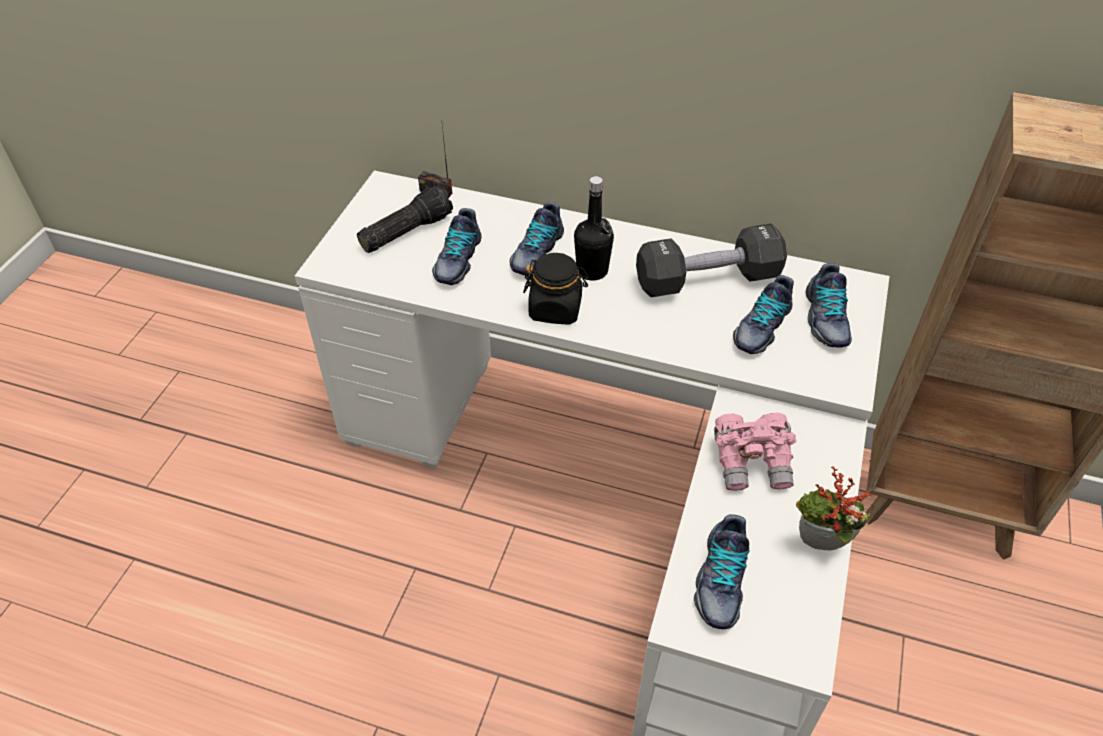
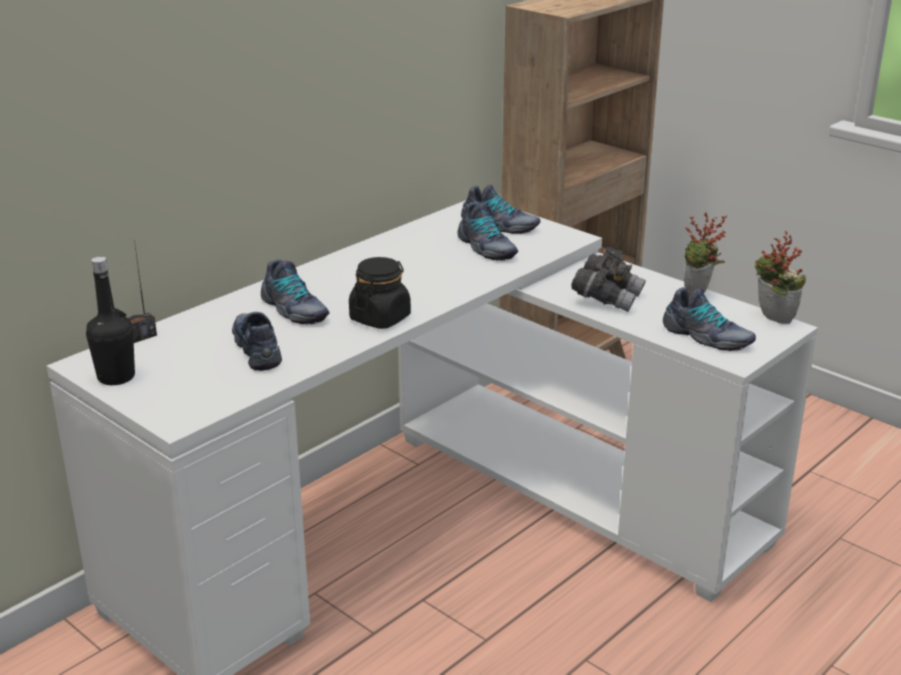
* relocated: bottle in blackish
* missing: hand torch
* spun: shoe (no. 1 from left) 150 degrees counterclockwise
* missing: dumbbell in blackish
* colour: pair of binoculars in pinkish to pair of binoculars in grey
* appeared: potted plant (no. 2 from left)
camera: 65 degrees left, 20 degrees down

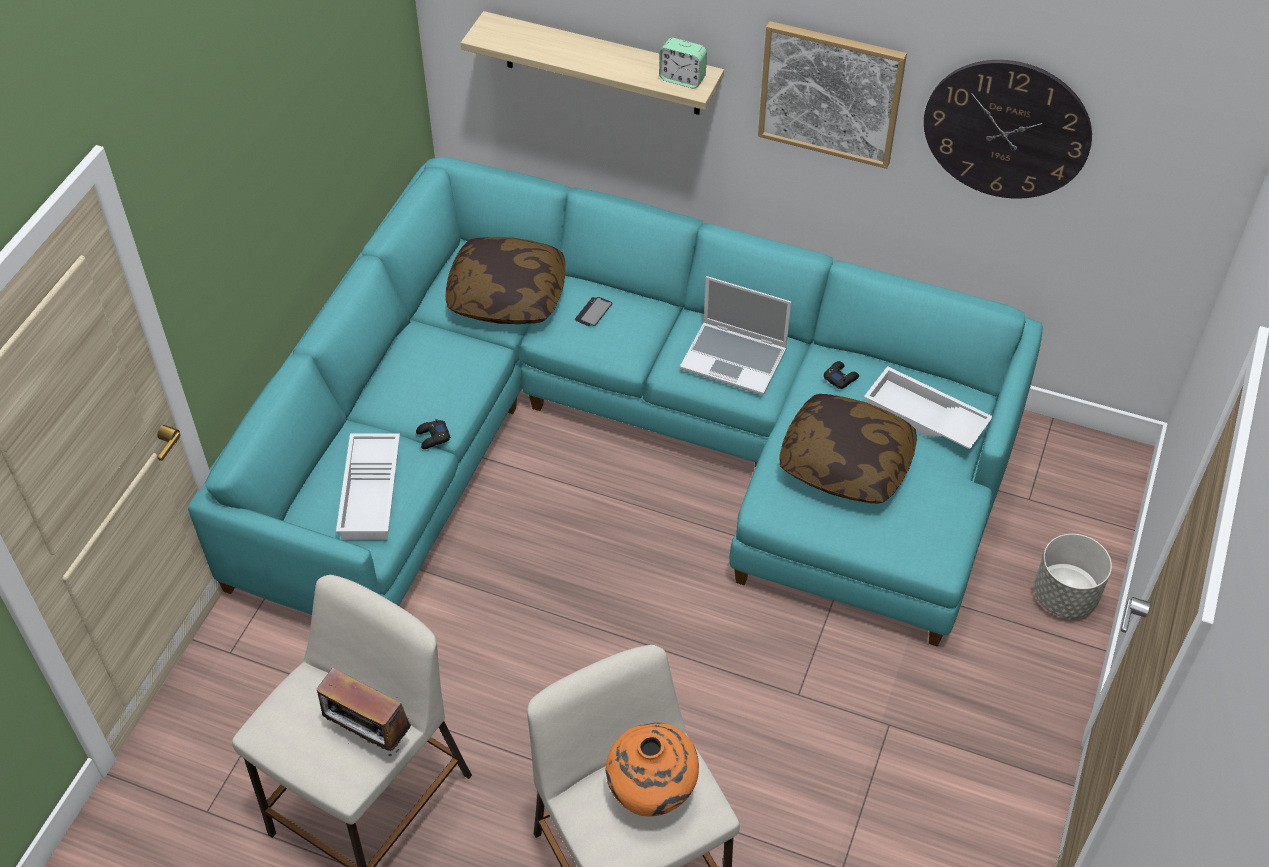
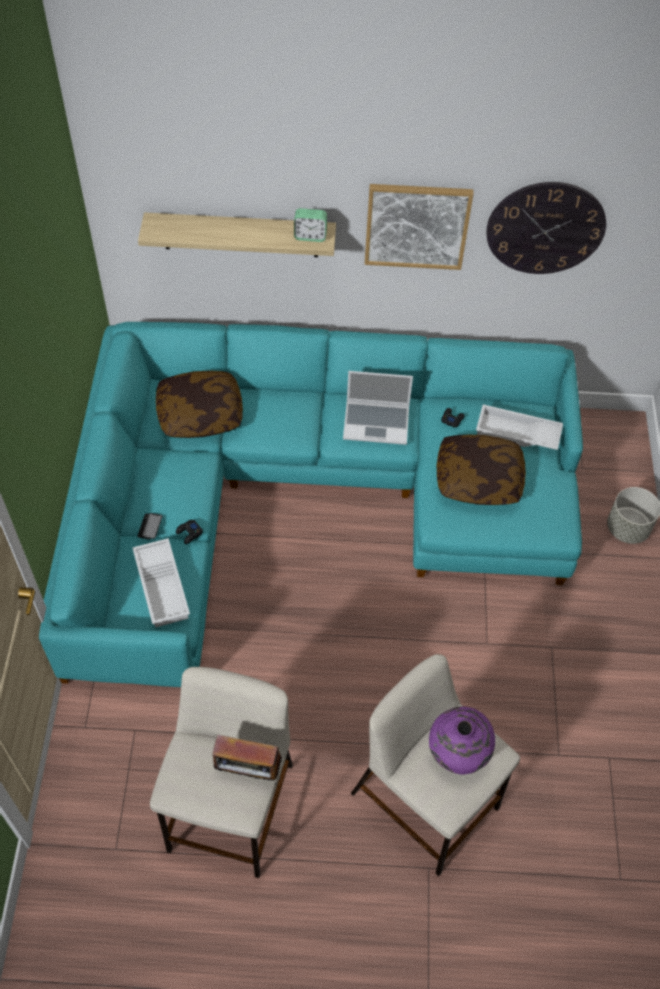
* relocated: telephone
* colour: flower vase in orange-coloured to flower vase in purplish
camera: 20 degrees left, 5 degrees up

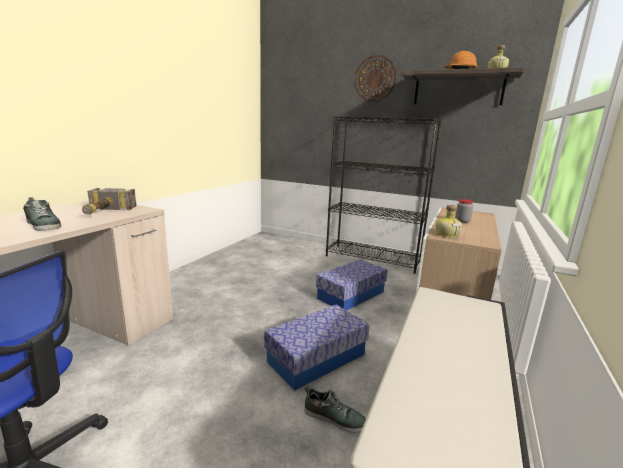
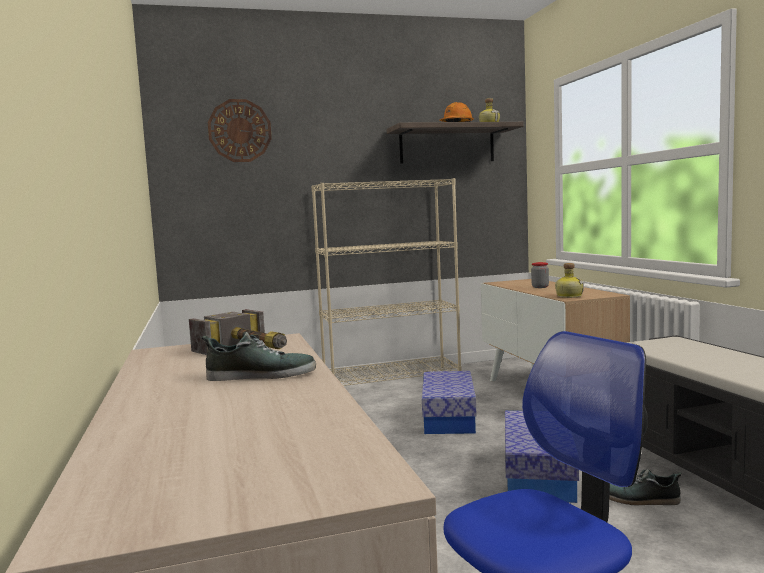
* relocated: hanging clock
* colour: bookshelf in blackish to bookshelf in beige
* spun: shoe (no. 2 from left) 150 degrees counterclockwise
camera: 40 degrees left, 10 degrees down

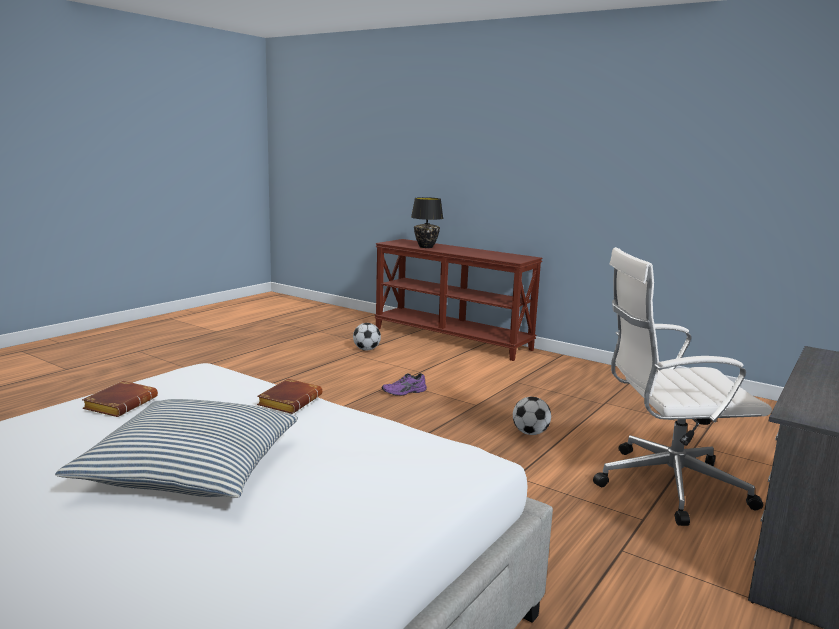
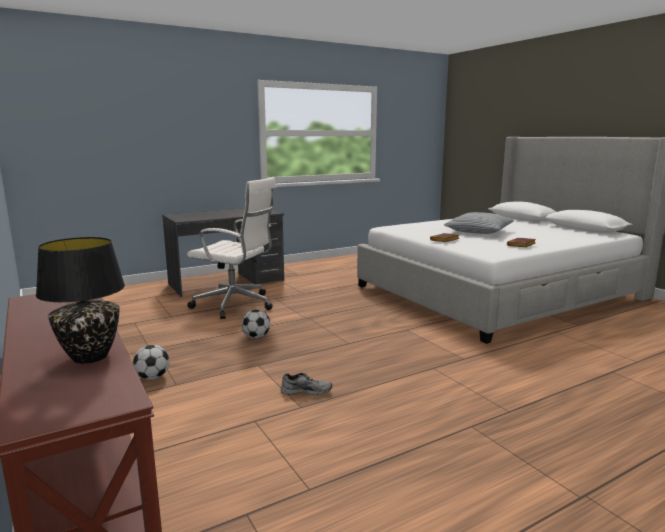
* relocated: football (no. 1 from left)
* colour: shoe in purplish to shoe in grey
camera: 155 degrees left, 0 degrees up

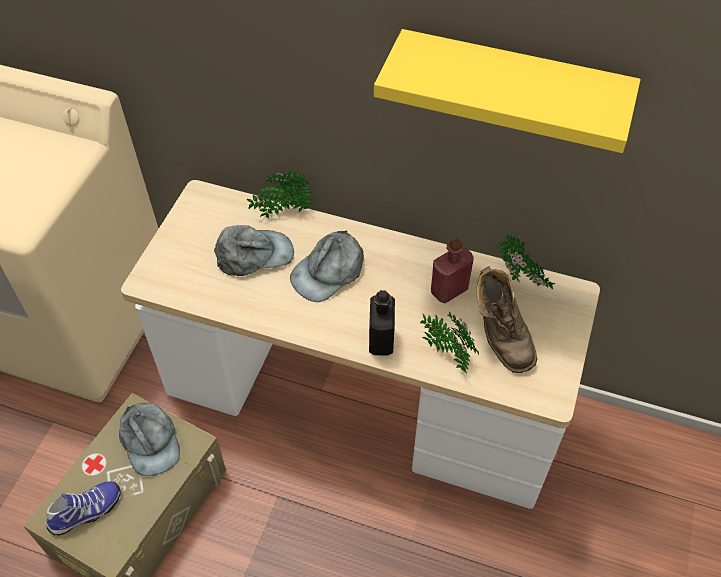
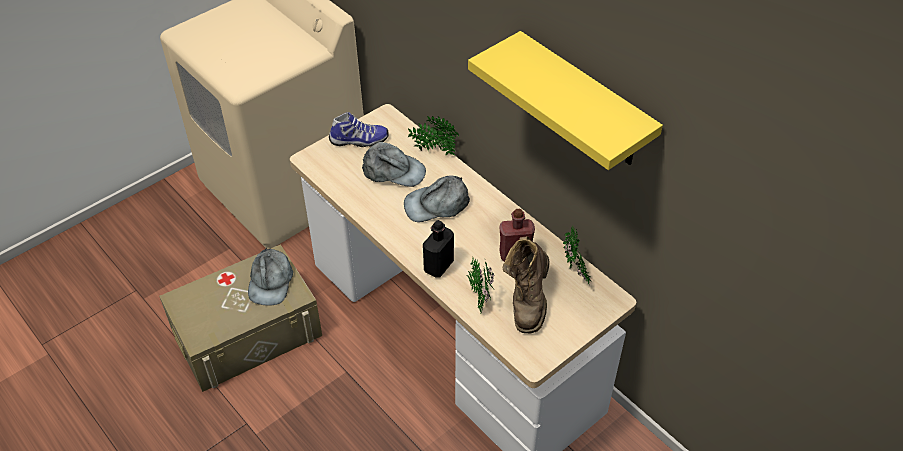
* relocated: shoe
camera: 30 degrees right, 5 degrees down

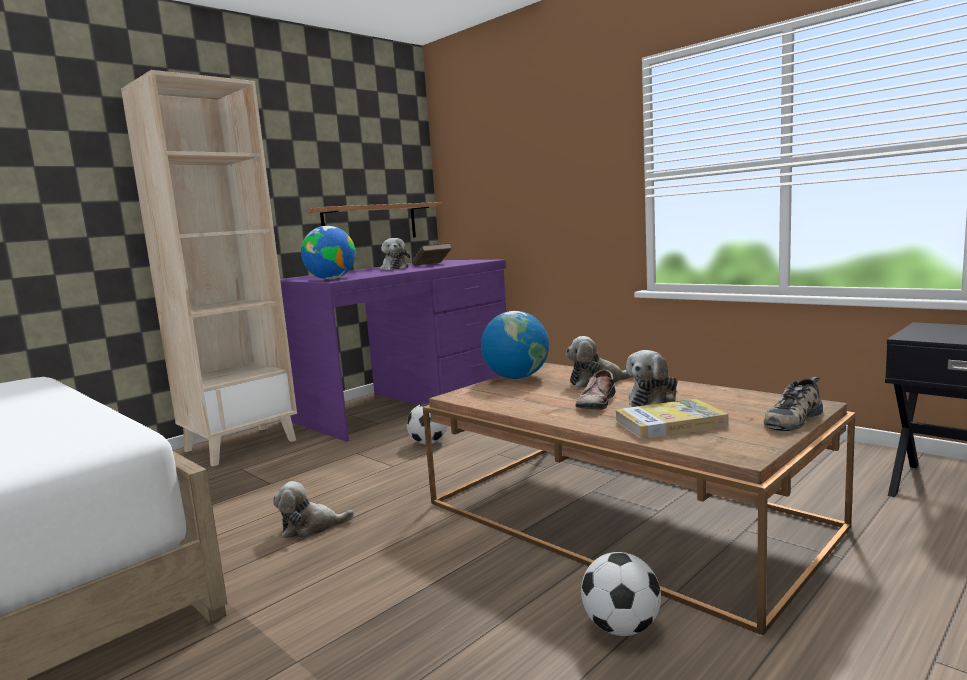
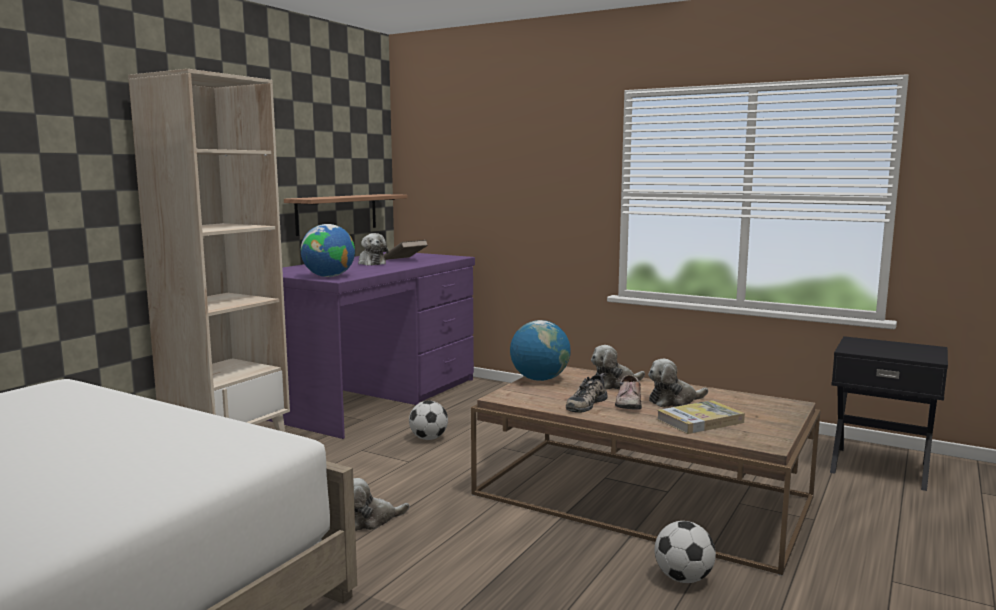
* spun: soft toy (no. 4 from left) 45 degrees clockwise
* relocated: shoe (no. 2 from left in the first image) to shoe (no. 1 from left)
camera: 15 degrees left, 0 degrees up

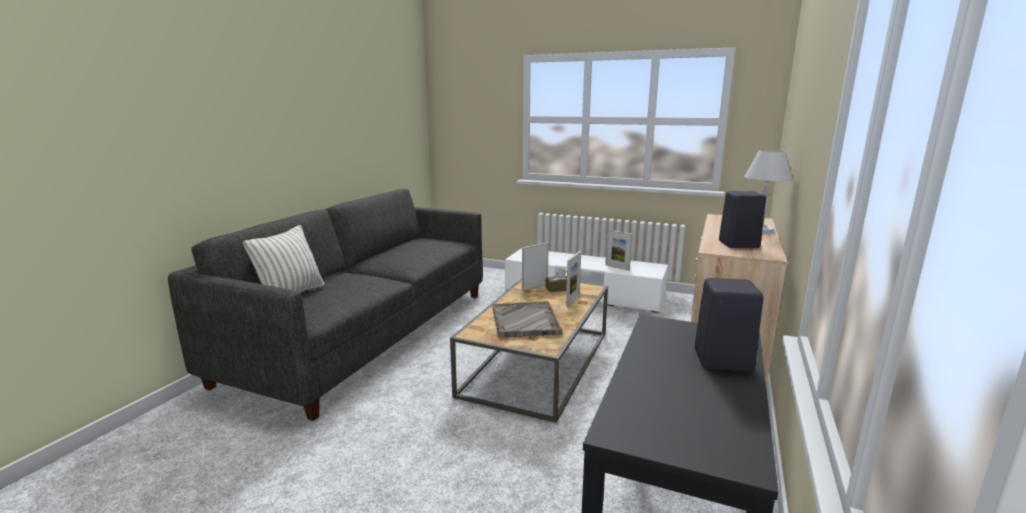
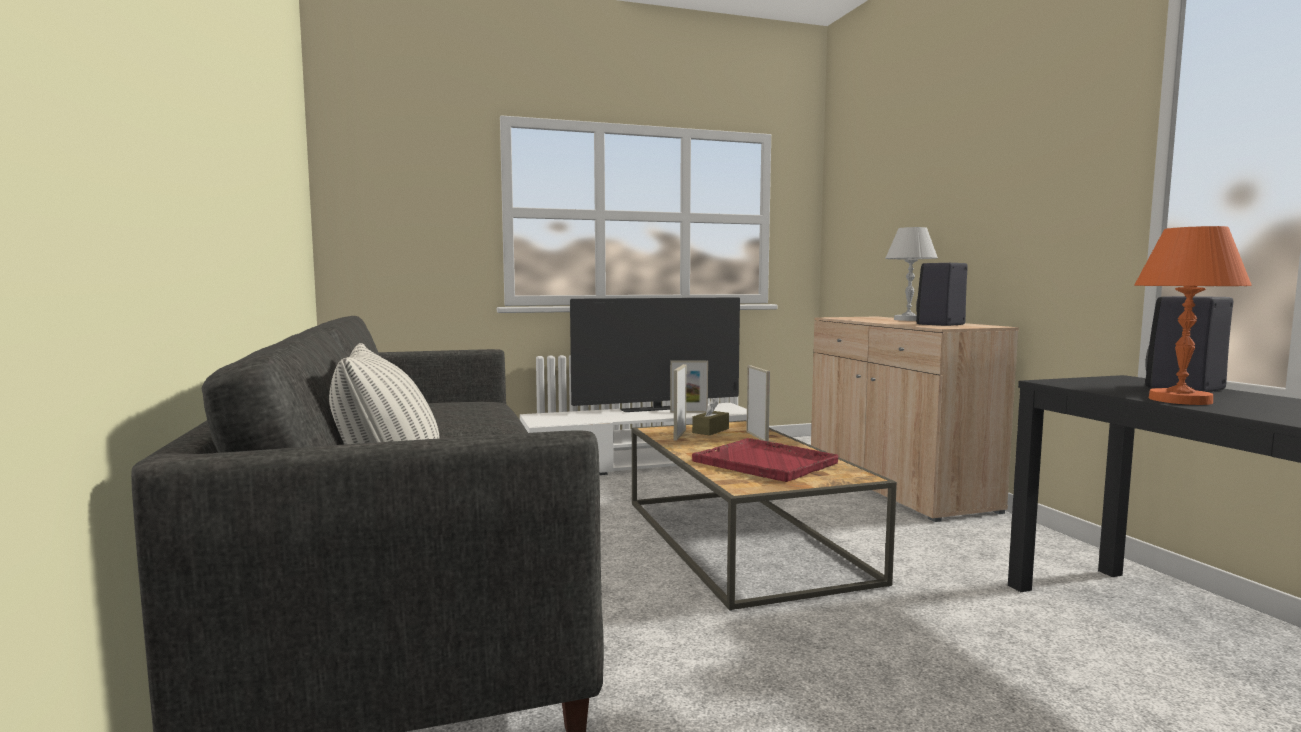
* colour: tray in grey to tray in reddish
* appeared: table lamp in orange-coloured
* appeared: TV
camera: 40 degrees left, 10 degrees down

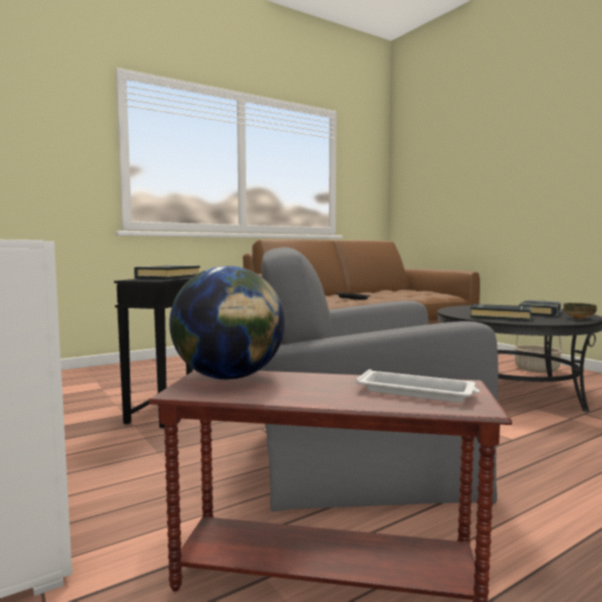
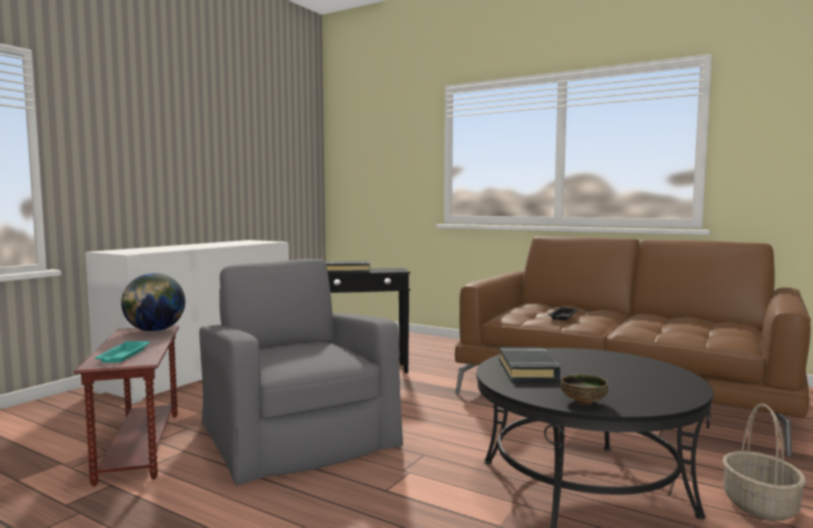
* missing: book in blackish (no. 3 from left)
* colour: tray in whitish to tray in turquoise-coloured
camera: 65 degrees right, 0 degrees up

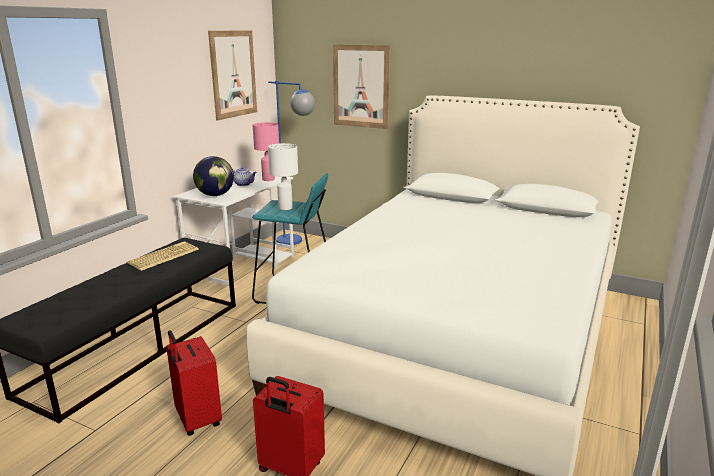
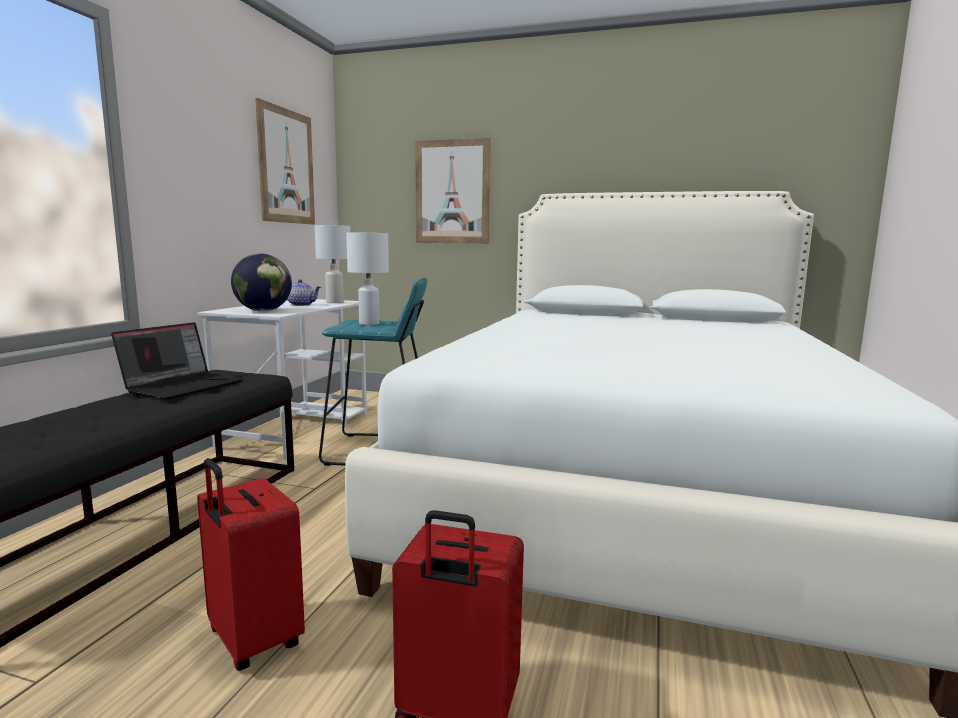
* missing: standing lamp in bluish
* colour: table lamp in pinkish to table lamp in whitish (no. 1 from left)
* exchanged: PC keyboard to notebook computer
camera: 10 degrees left, 10 degrees down

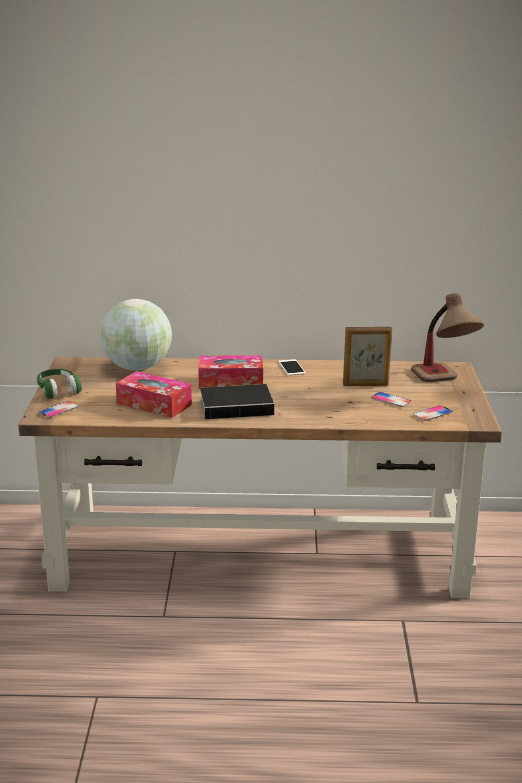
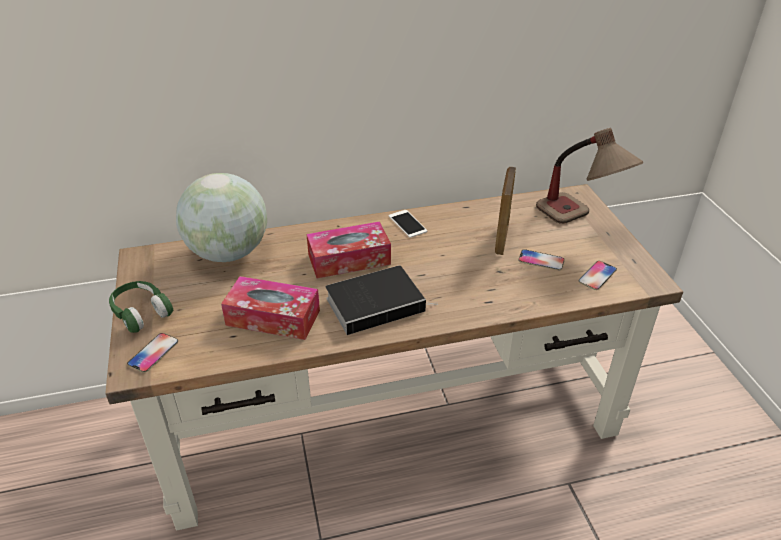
* spun: standing frame 120 degrees clockwise
camera: 15 degrees left, 15 degrees up

